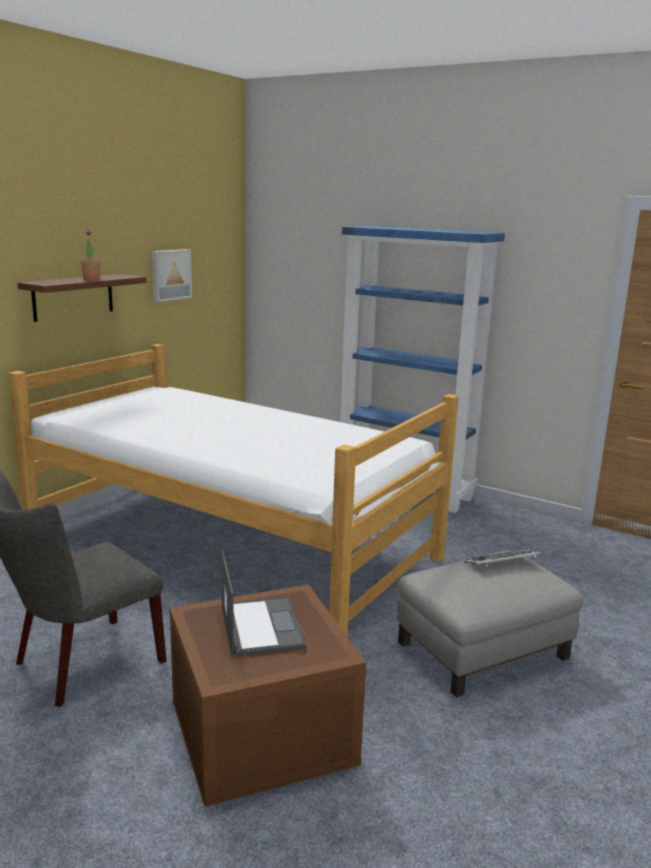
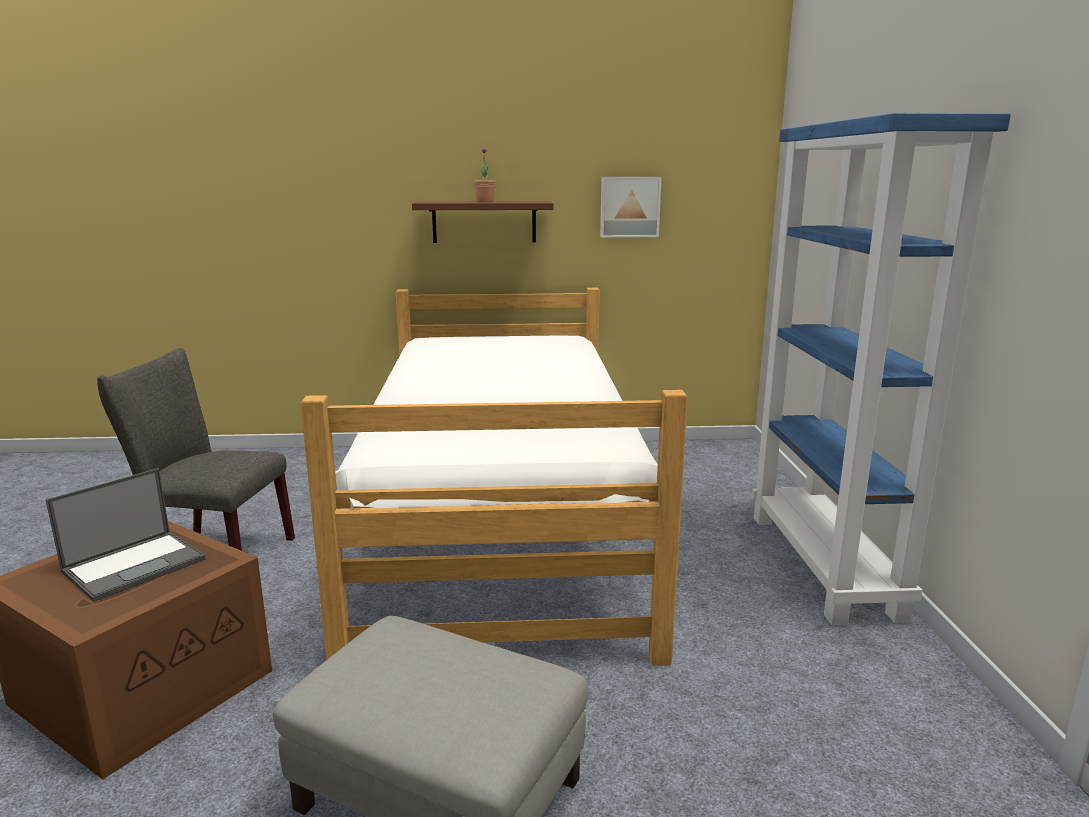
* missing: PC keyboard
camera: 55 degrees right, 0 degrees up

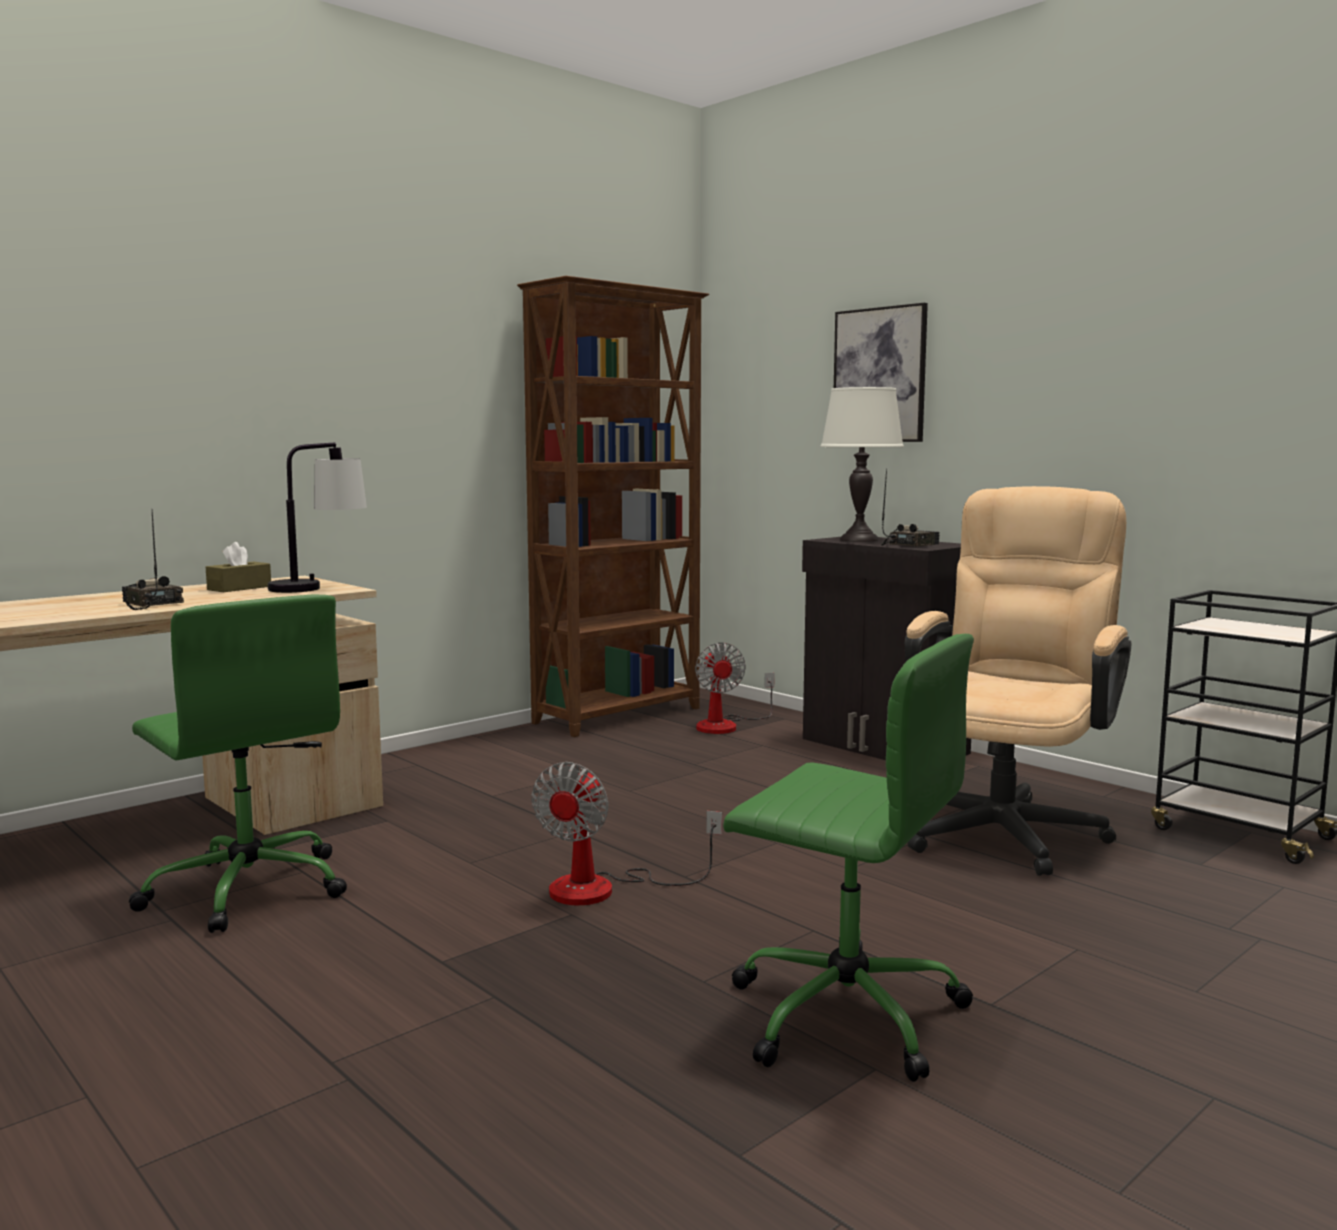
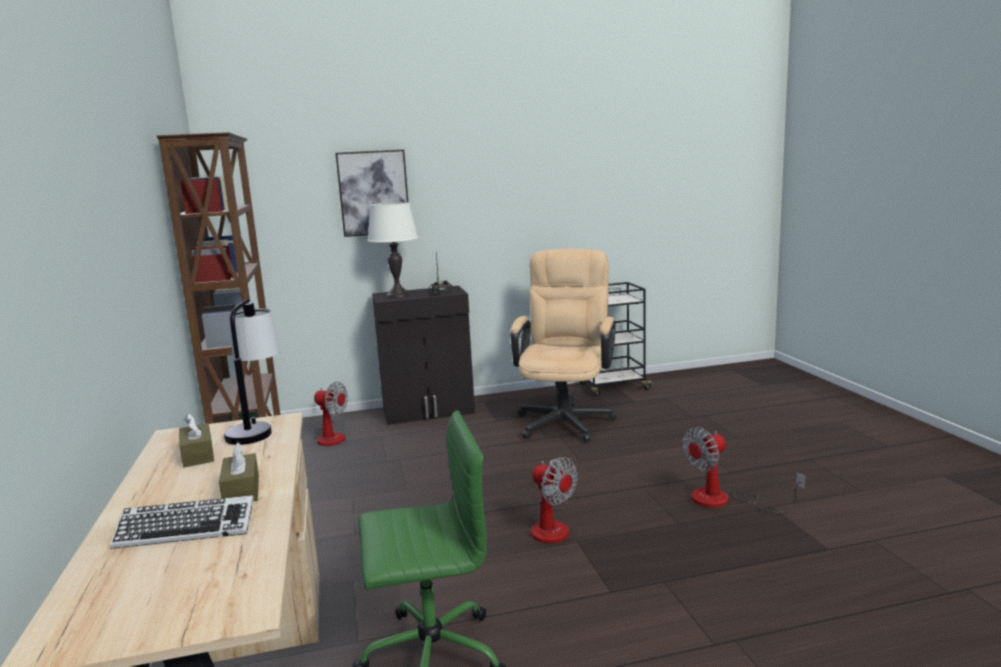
* spun: computer chair in beige 45 degrees clockwise
* exchanged: radio set (no. 1 from left) to tissue box in brown-coloured (no. 2 from left)
* exchanged: computer chair in green-coloured (no. 2 from left) to fan (no. 3 from left)
* appeared: PC keyboard
camera: 60 degrees left, 5 degrees up

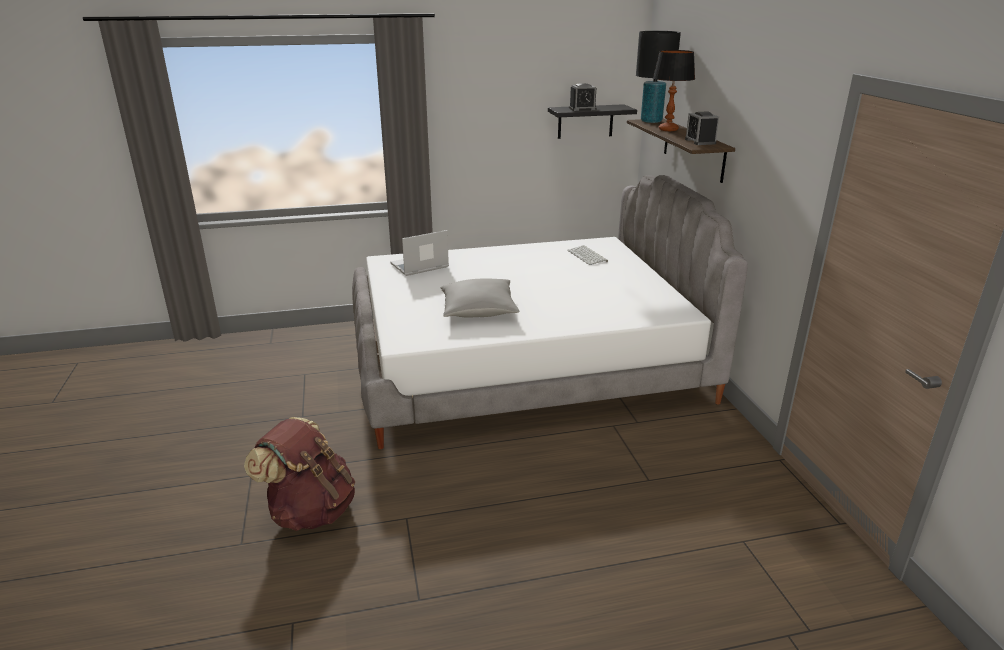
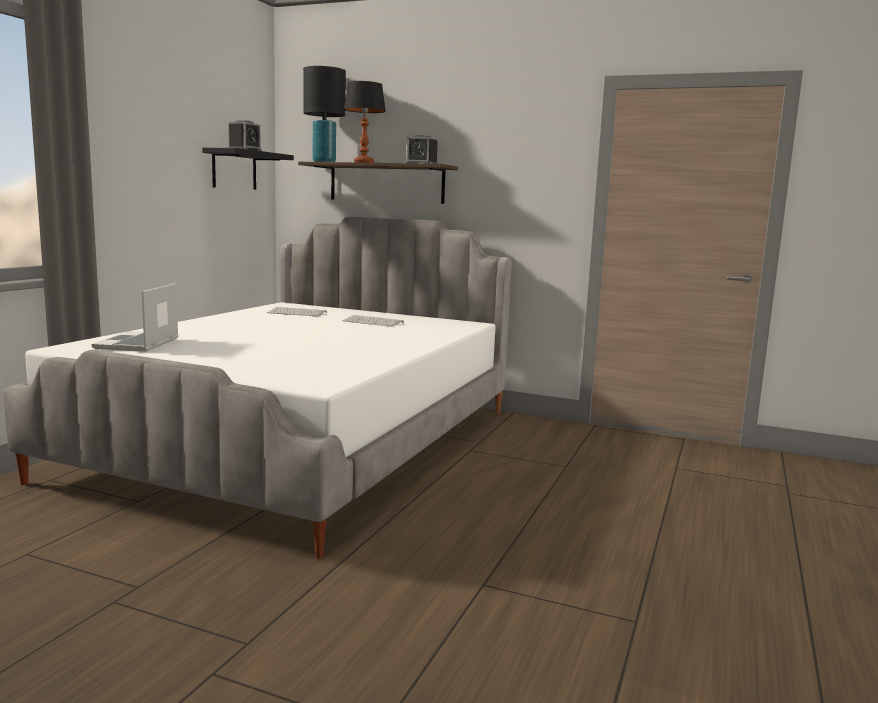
* missing: throw pillow in grey
* missing: knapsack in brown-coloured
* appeared: PC keyboard (no. 2 from left)
camera: 55 degrees left, 15 degrees down

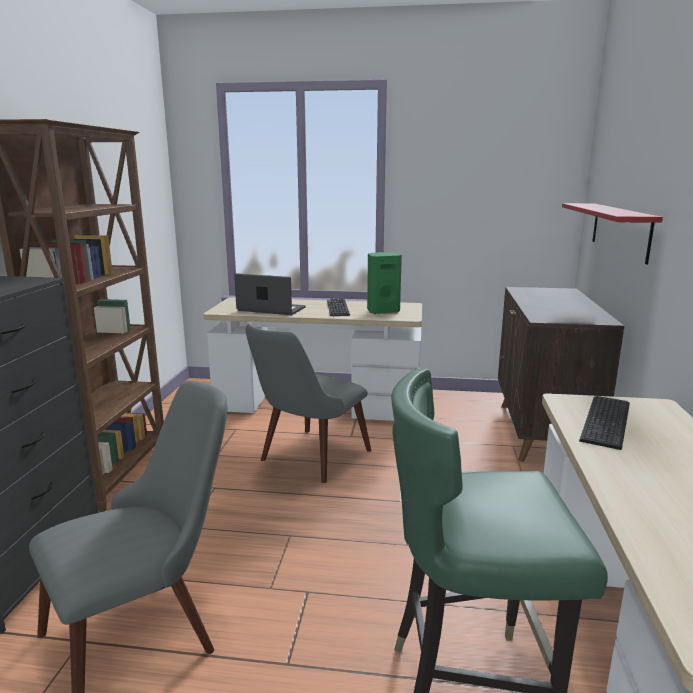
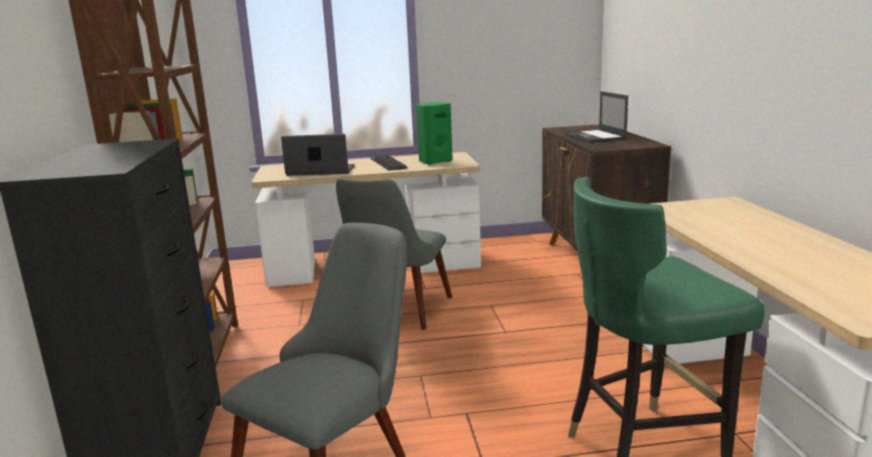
* missing: wall shelf in reddish
* missing: PC keyboard (no. 2 from left)
* appeared: notebook computer (no. 2 from left)
camera: 15 degrees left, 0 degrees up

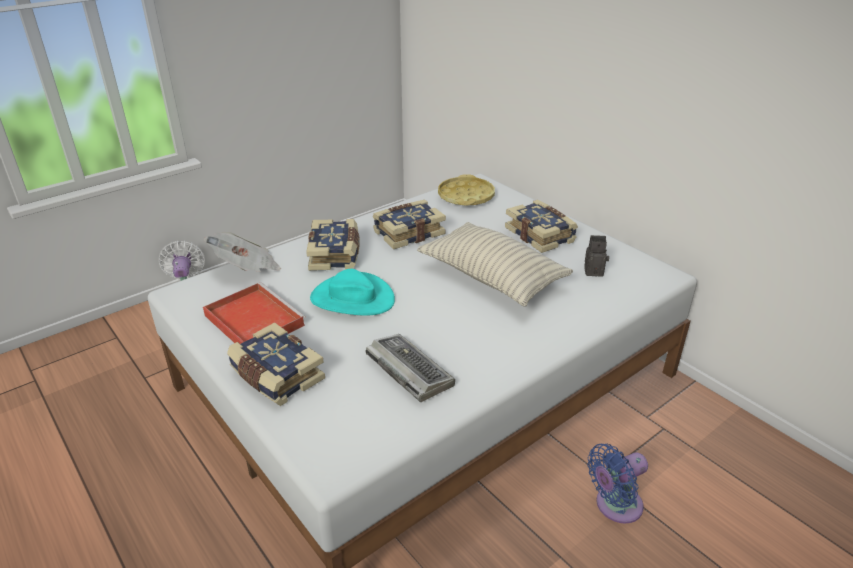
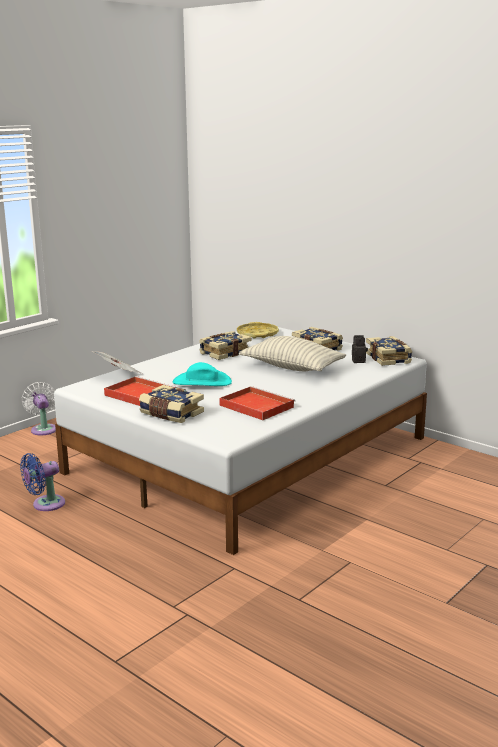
* relocated: book (no. 2 from left in the first image) to book (no. 4 from left)
* exchanged: PC keyboard to tray in reddish (no. 2 from left)
* relocated: fan in bluish
camera: 10 degrees left, 15 degrees down

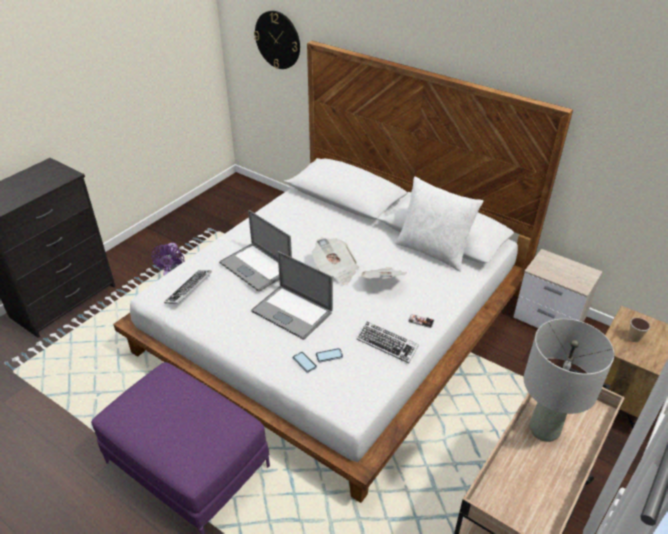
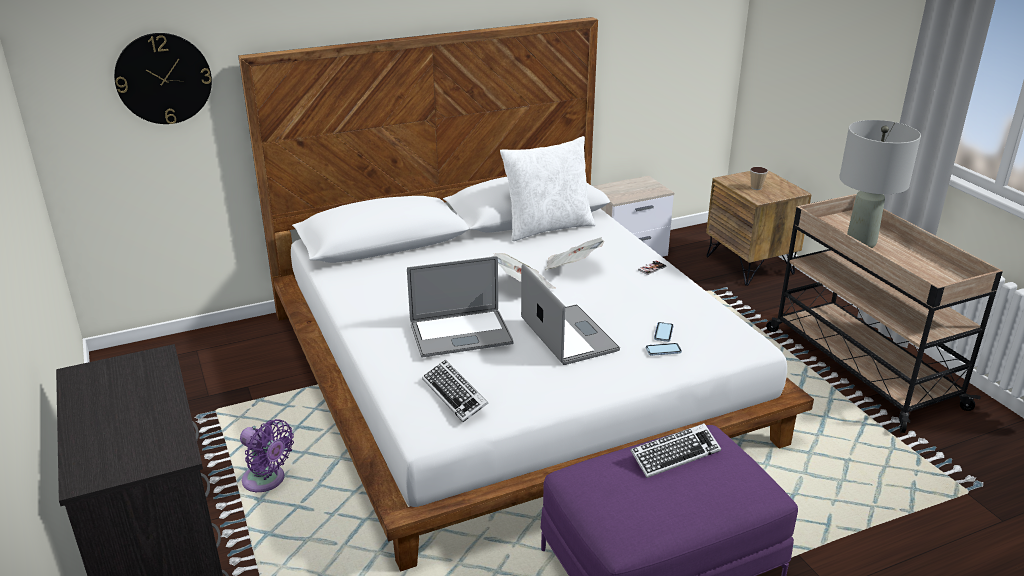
* spun: notebook computer (no. 2 from left) 90 degrees counterclockwise
* relocated: PC keyboard (no. 2 from left)
camera: 60 degrees left, 10 degrees down

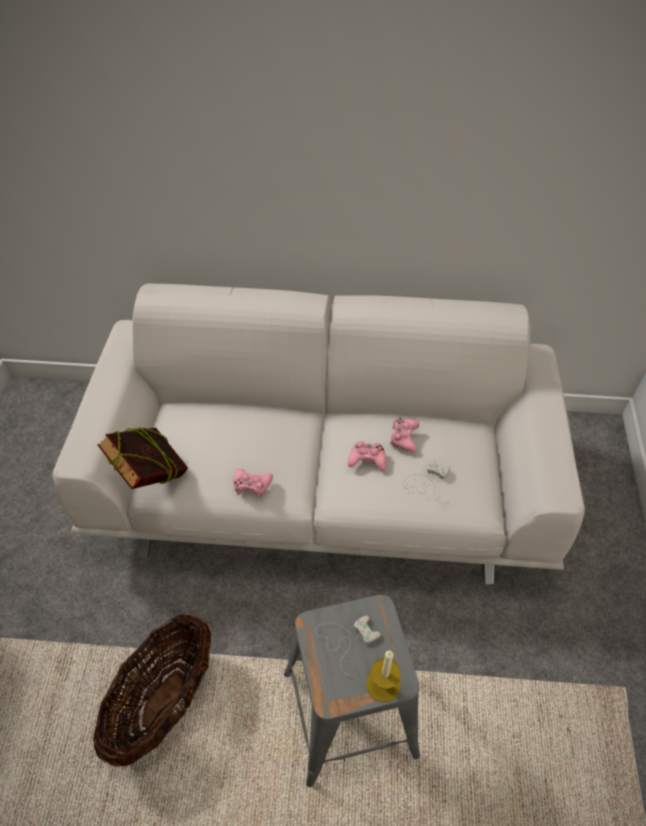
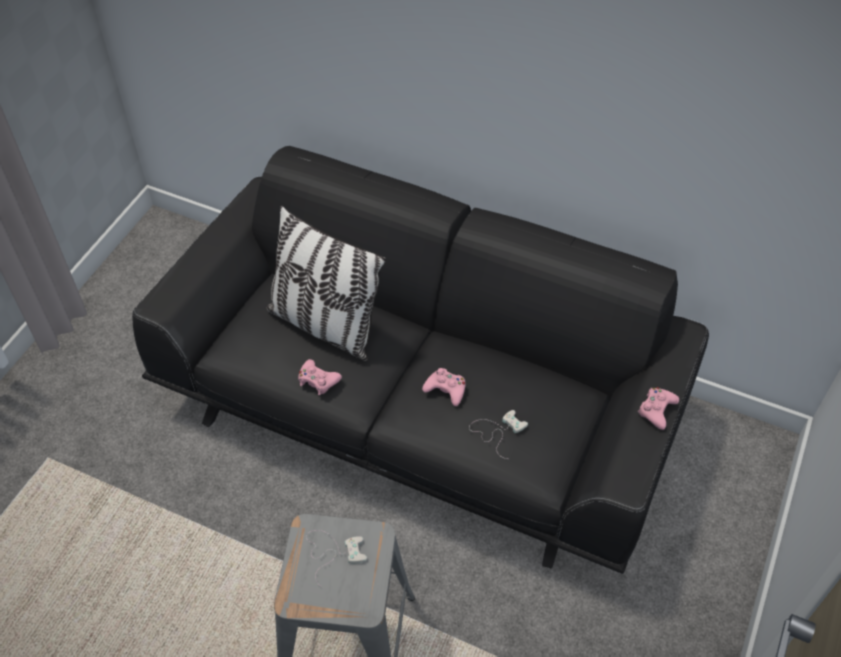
* colour: settee in whitish to settee in blackish
* relocated: gamepad in pinkish (no. 3 from left)
* missing: book
* missing: basket
* missing: wax light
* appeared: throw pillow
camera: 20 degrees right, 0 degrees up

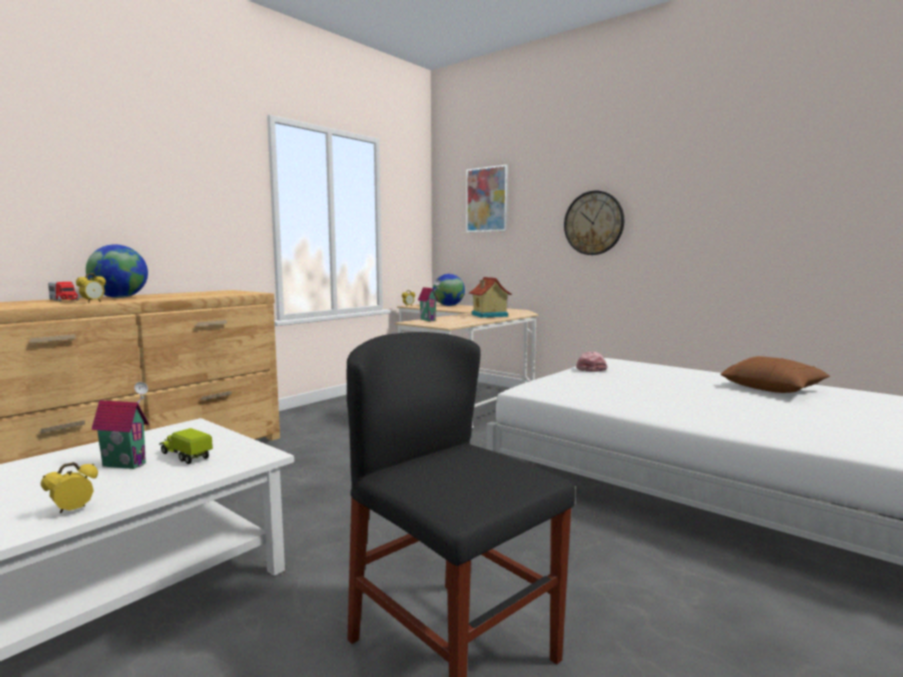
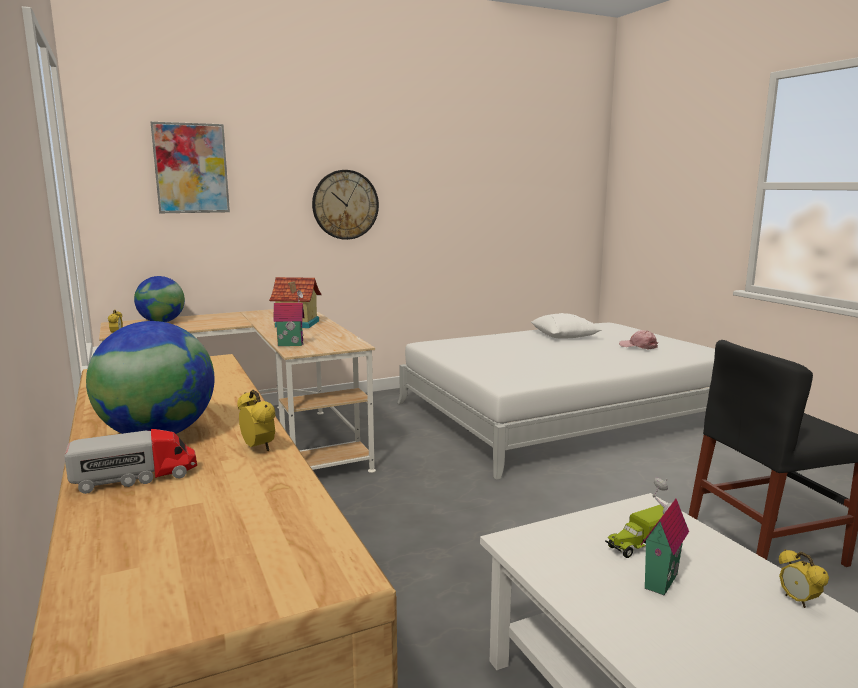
* relocated: cap in pinkish
* colour: throw pillow in brown-coloured to throw pillow in whitish
camera: 65 degrees left, 5 degrees up

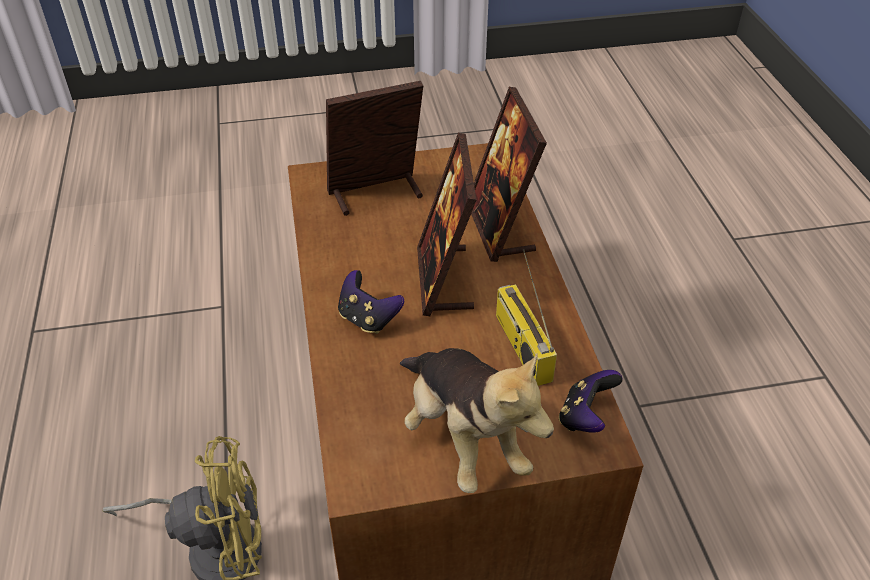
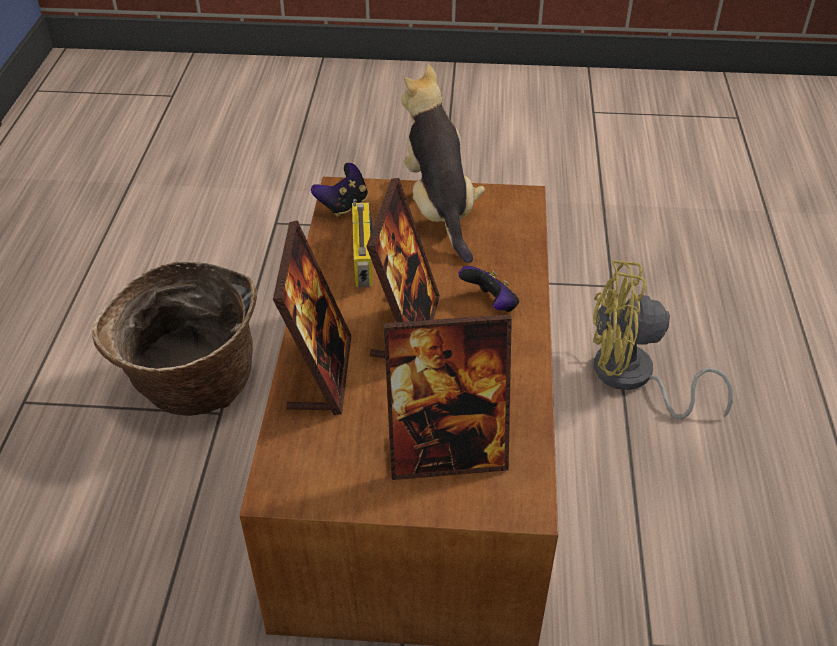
* appeared: basket
camera: 165 degrees left, 0 degrees up

